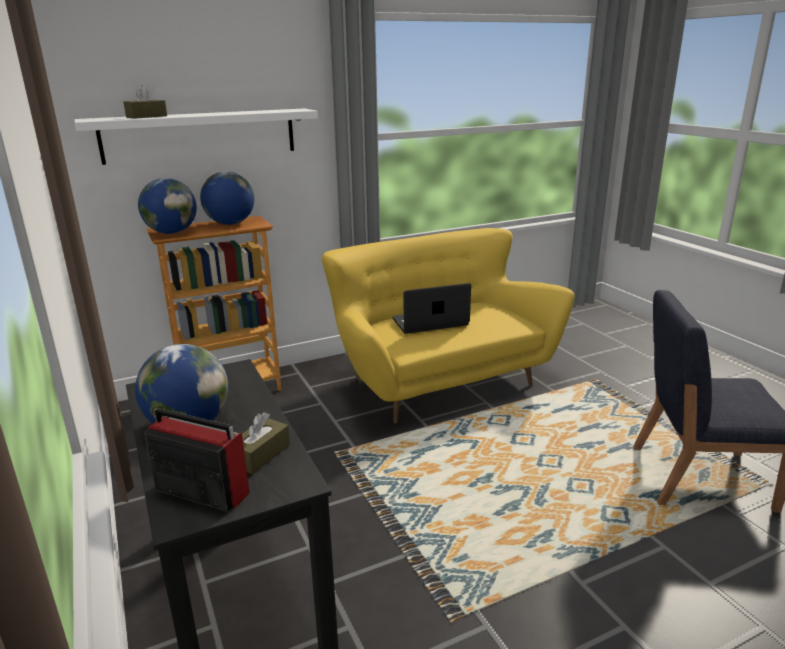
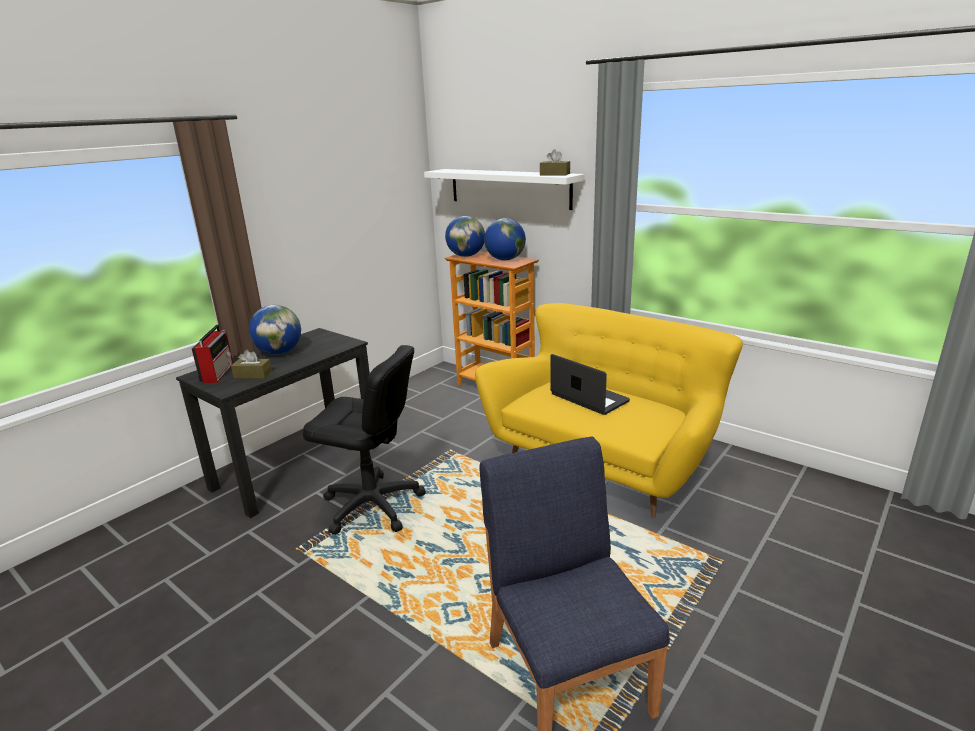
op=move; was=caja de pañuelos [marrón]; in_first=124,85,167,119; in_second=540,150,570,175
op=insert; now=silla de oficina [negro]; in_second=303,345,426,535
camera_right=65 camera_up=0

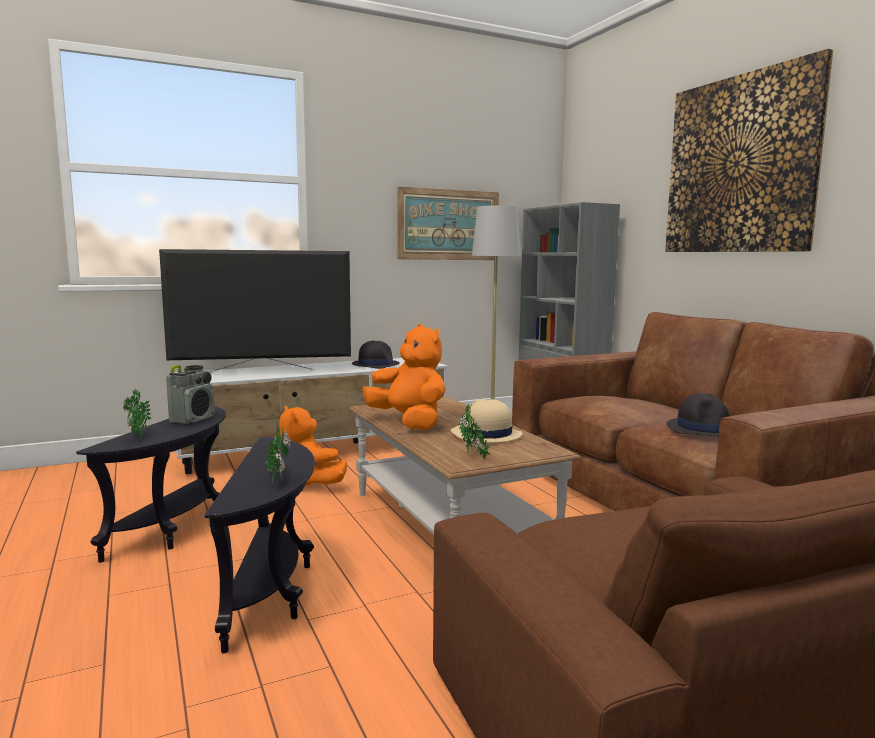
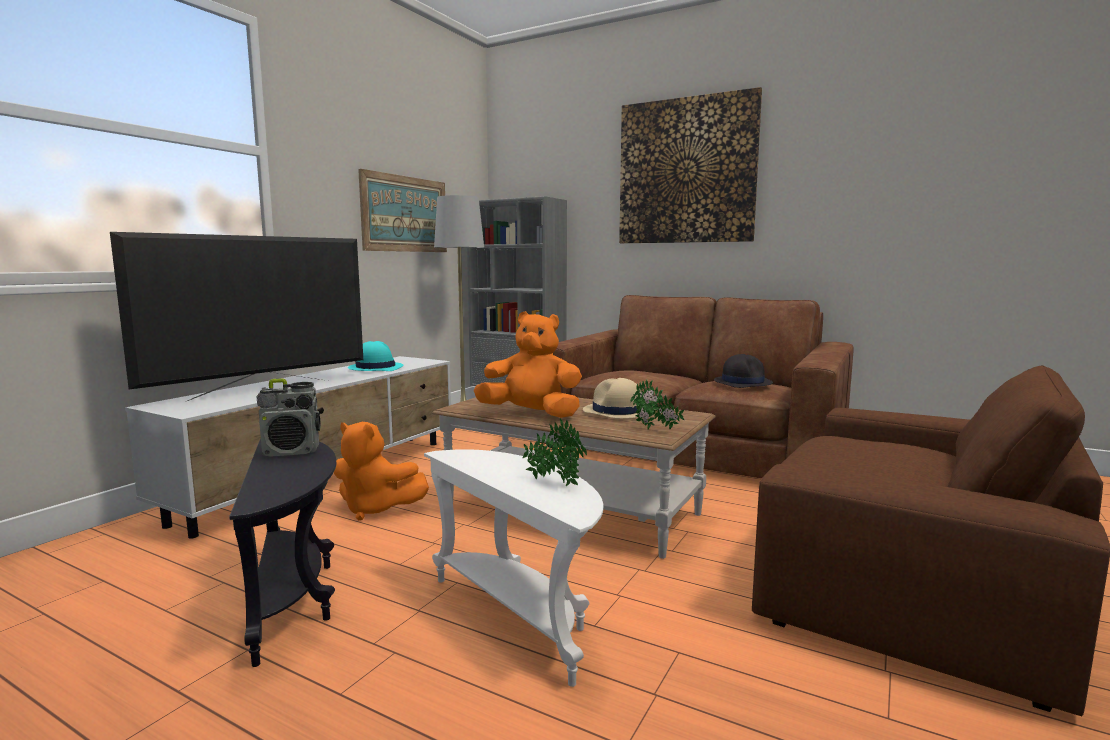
op=recolor; was=sombrero [negro]; now=sombrero [turquesa]; in_first=352,341,400,369; in_second=348,341,404,371
op=rotate; was=radio; in_first=166,365,215,424; in_second=256,378,320,457; clockwise=90
op=delete; was=planta en maceta; in_first=123,389,151,438
op=recolor; was=mesa auxiliar [negro]; now=mesa auxiliar [blanco]; in_first=204,437,315,653; in_second=424,449,603,687
camera_right=-35 camera_up=0

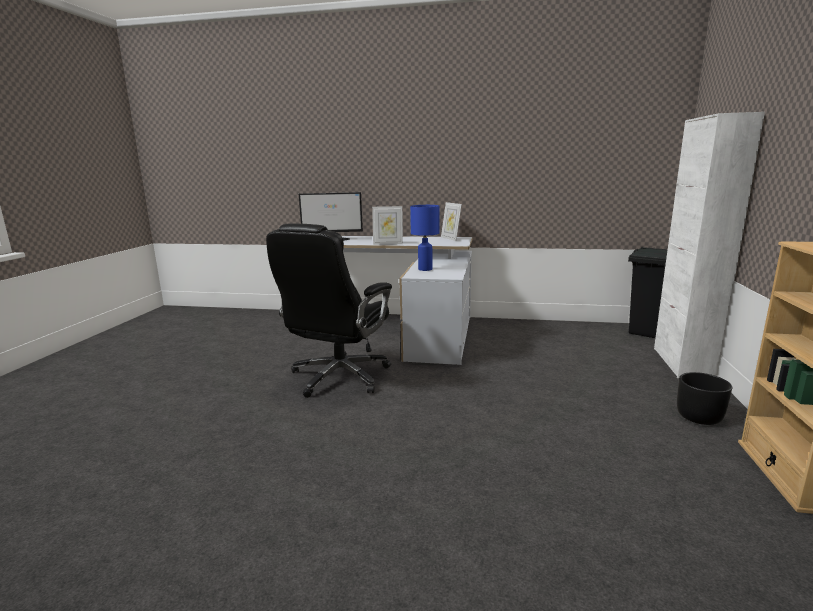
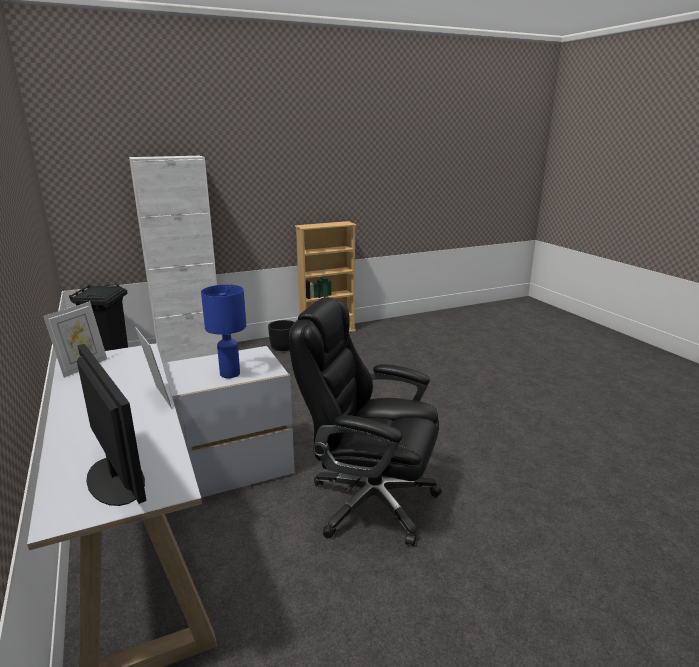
op=rotate; was=silla de oficina [negro]; in_first=266,223,392,398; in_second=289,297,442,546; clockwise=-150
camera_right=-125 camera_up=5

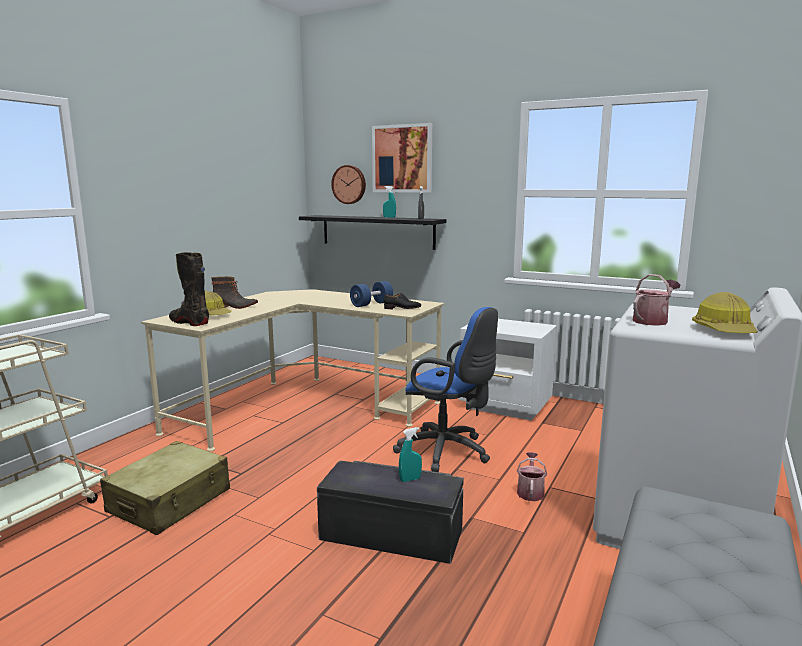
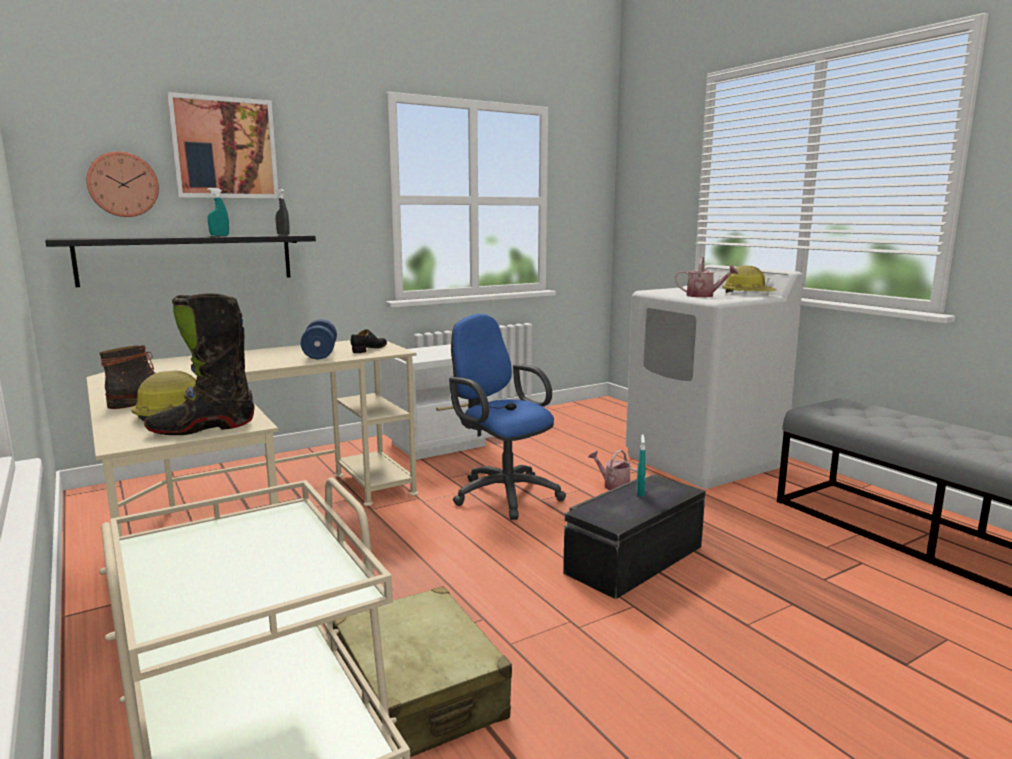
op=rotate; was=regadera; in_first=632,274,680,326; in_second=675,257,739,297; clockwise=120
op=rotate; was=silla de oficina [azul]; in_first=393,307,498,472; in_second=449,314,566,520; clockwise=-105
camera_right=-60 camera_up=0

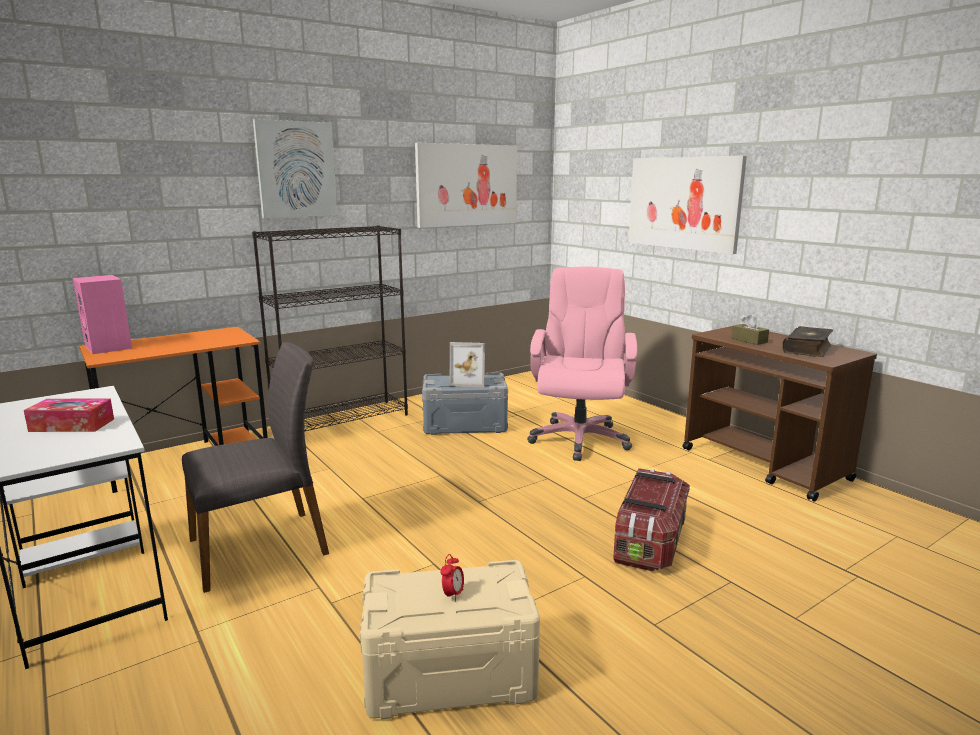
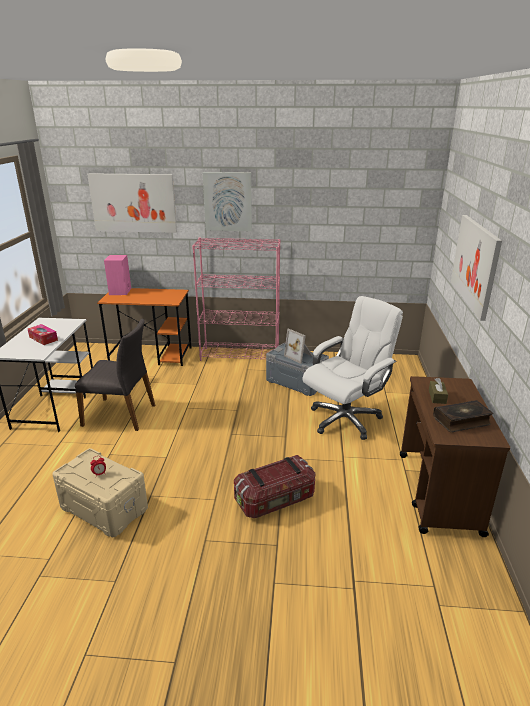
op=move; was=cuadro; in_first=415,143,517,228; in_second=87,173,177,233
op=recolor; was=estantería [negro]; now=estantería [rosa]; in_first=252,225,408,431; in_second=192,238,280,361
op=recolor; was=silla de oficina [rosa]; now=silla de oficina [blanco]; in_first=527,266,637,461; in_second=302,296,403,440
camera_right=40 camera_up=10

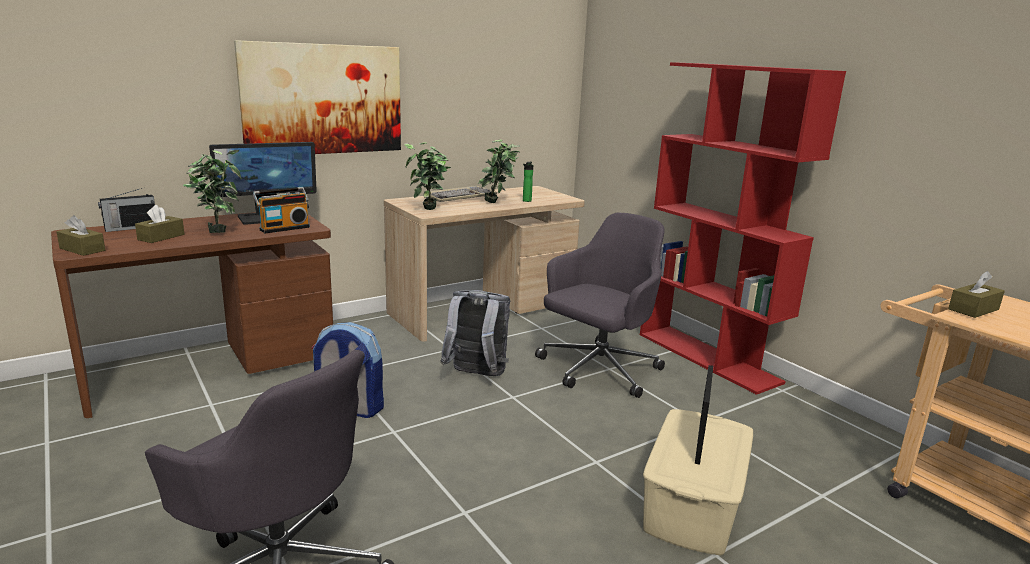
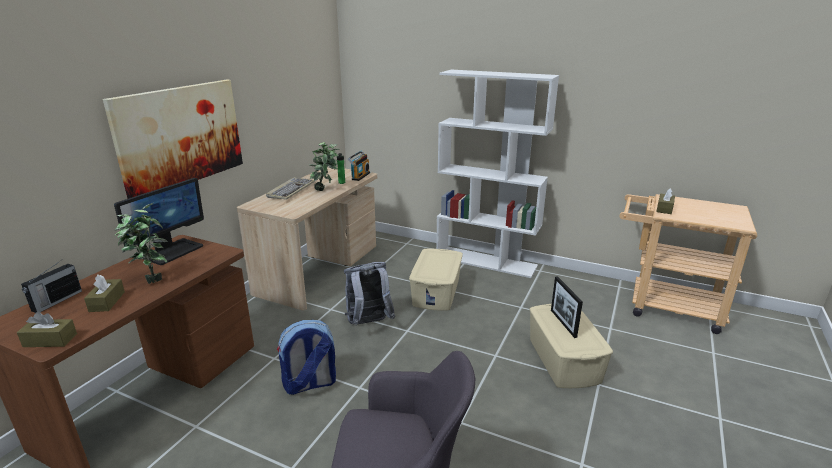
op=recolor; was=estantería [rojo]; now=estantería [blanco]; in_first=640,62,846,395; in_second=436,70,559,278
op=delete; was=planta en maceta; in_first=404,142,451,210
op=move; was=radio; in_first=253,187,310,233; in_second=348,151,370,181
op=replace; was=silla de oficina [gris]; now=caja de almacenaje [beis]; in_first=535,213,665,398; in_second=409,249,463,311
camera_right=-30 camera_up=5

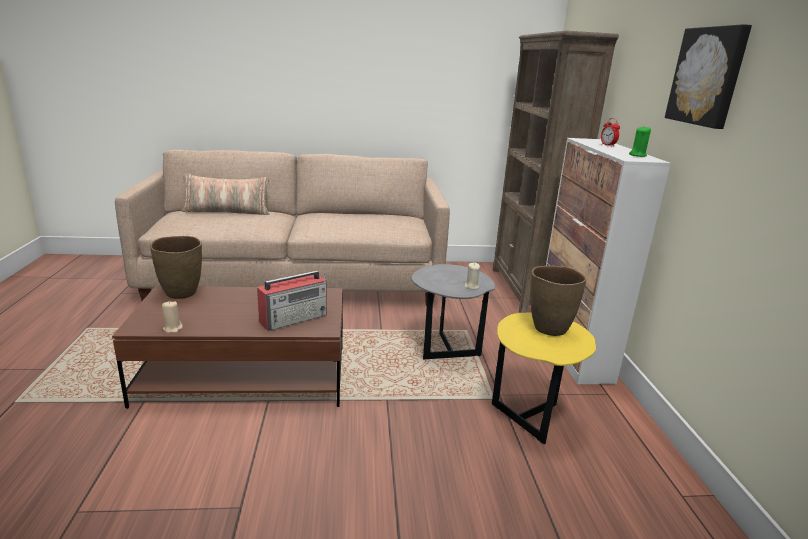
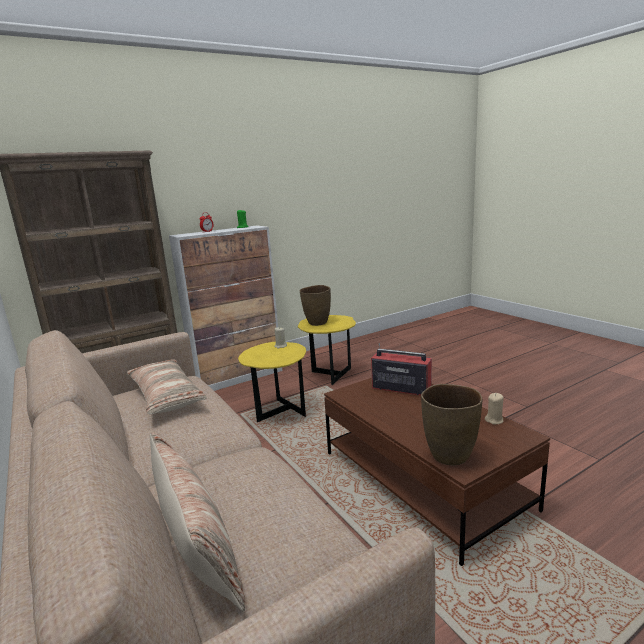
op=delete; was=cuadro; in_first=665,24,752,129
op=recolor; was=mesa auxiliar [gris]; now=mesa auxiliar [amarillo]; in_first=412,264,495,359; in_second=238,342,306,422
op=insert; now=cojín; in_second=127,359,207,414
camera_right=-115 camera_up=-5

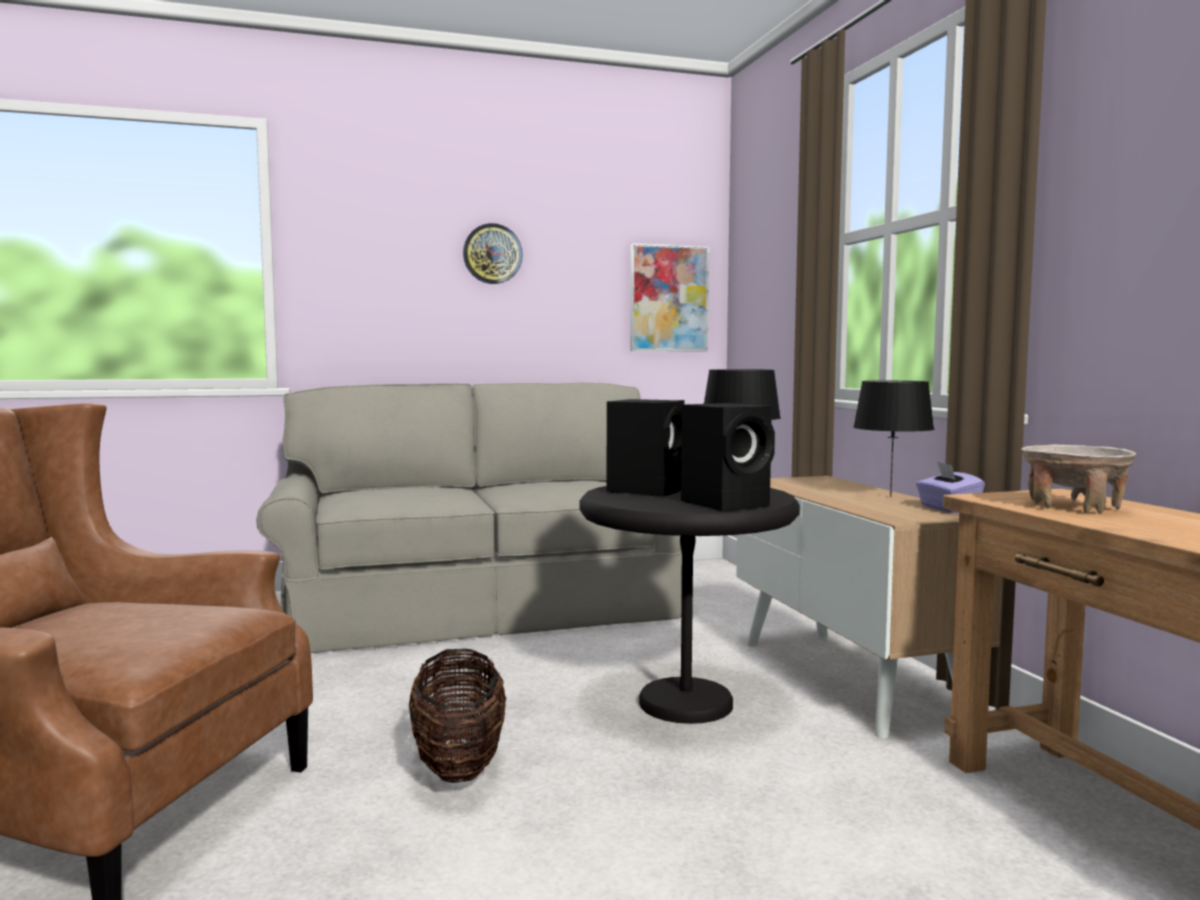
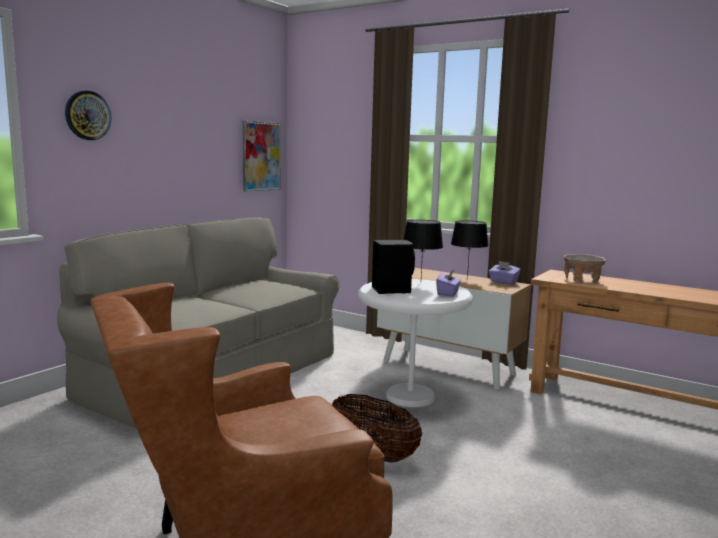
op=move; was=reloj de pared; in_first=463,223,523,284; in_second=65,90,111,140
op=replace; was=altavoz [negro]; now=caja de pañuelos [morado]; in_first=681,403,775,511; in_second=436,270,461,297
op=recolor; was=mesa auxiliar [negro]; now=mesa auxiliar [blanco]; in_first=579,486,800,724; in_second=358,279,473,407
camera_right=-40 camera_up=5

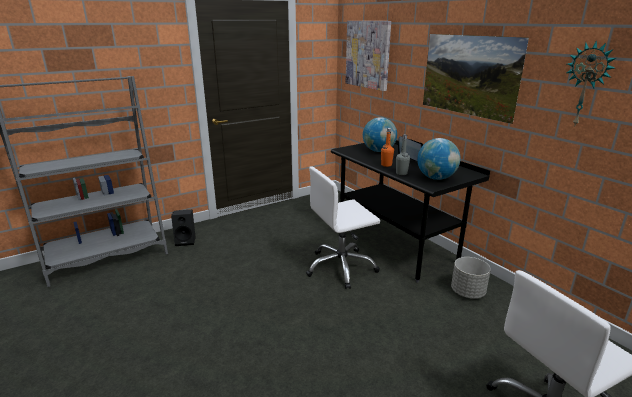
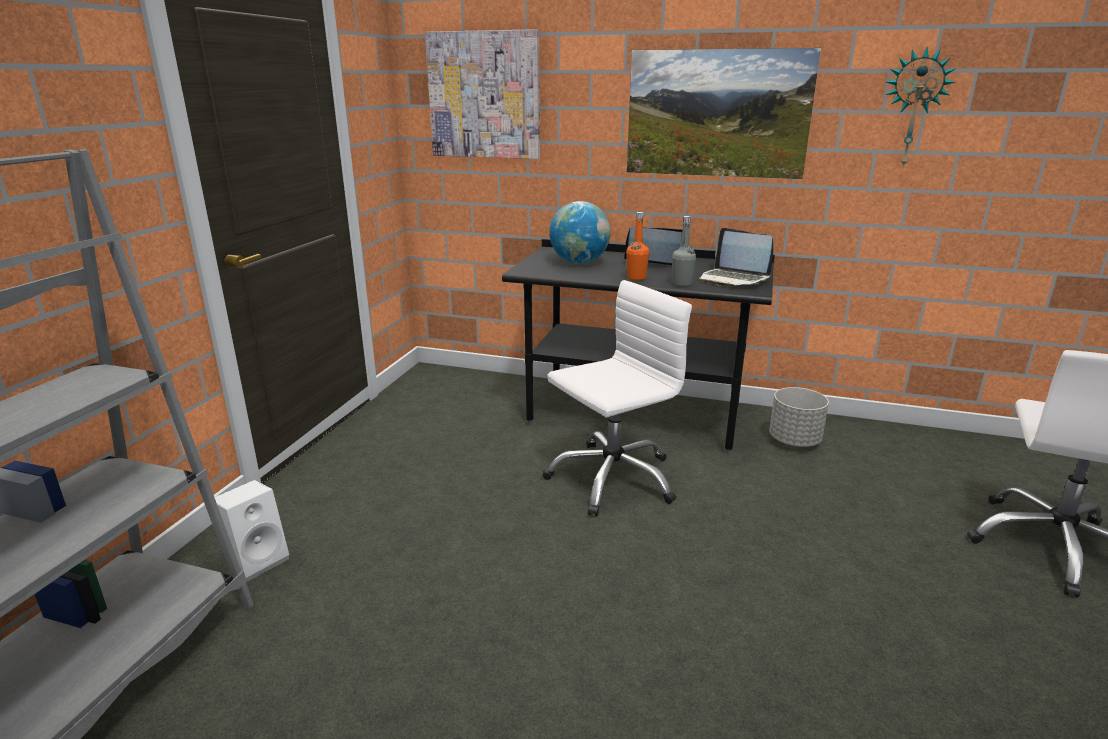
op=replace; was=globo terráqueo; now=portátil; in_first=417,138,461,180; in_second=699,228,773,287
op=rotate; was=silla de oficina [blanco]; in_first=306,166,380,289; in_second=543,280,692,517; clockwise=-150
op=recolor; was=altavoz [negro]; now=altavoz [blanco]; in_first=171,210,196,246; in_second=214,480,289,581
camera_right=-40 camera_up=0

